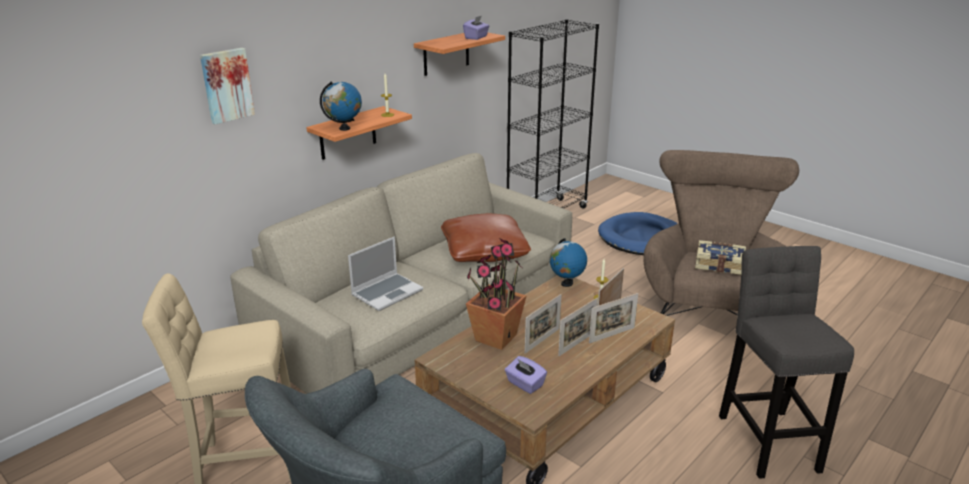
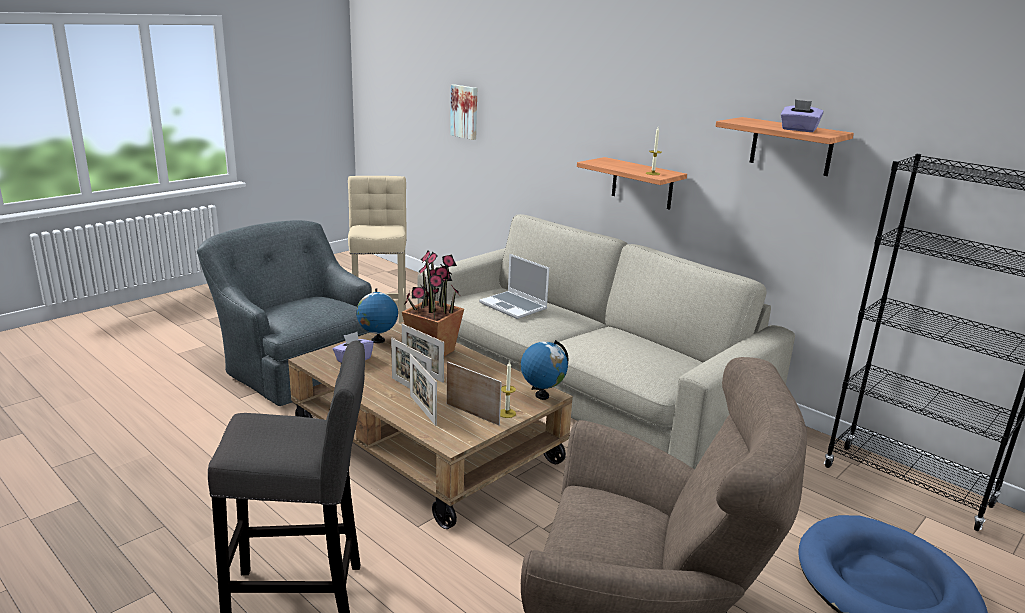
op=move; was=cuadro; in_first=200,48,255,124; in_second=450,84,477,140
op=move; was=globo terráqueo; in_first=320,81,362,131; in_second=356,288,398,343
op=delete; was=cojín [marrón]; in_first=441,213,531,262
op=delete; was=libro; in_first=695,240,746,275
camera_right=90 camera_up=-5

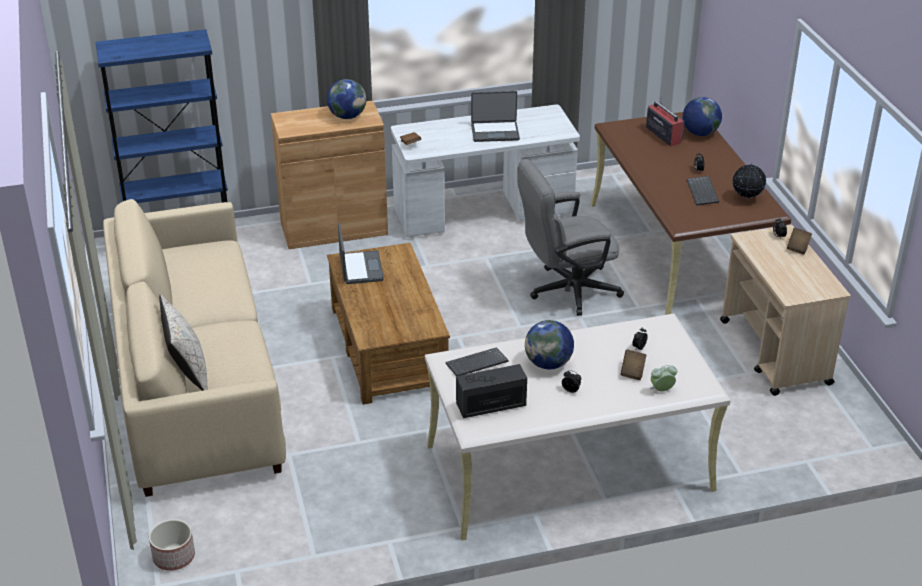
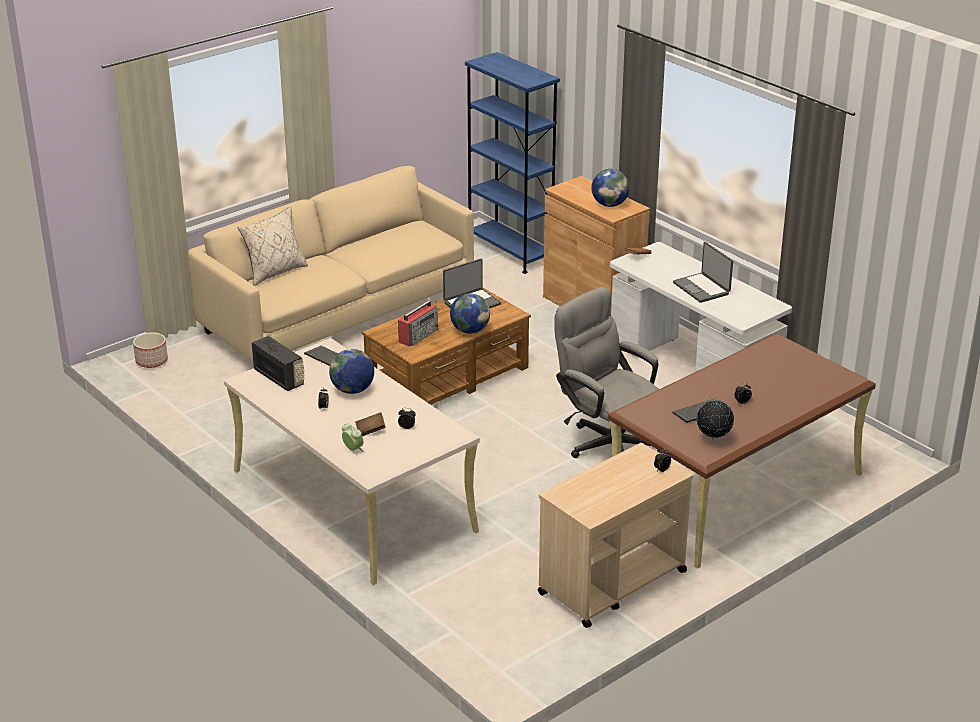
op=move; was=radio; in_first=646,97,684,147; in_second=398,301,439,347
op=move; was=globo terráqueo; in_first=683,97,722,136; in_second=450,293,490,334
op=delete; was=libro [marrón]; in_first=787,228,812,255
camera_right=65 camera_up=-5

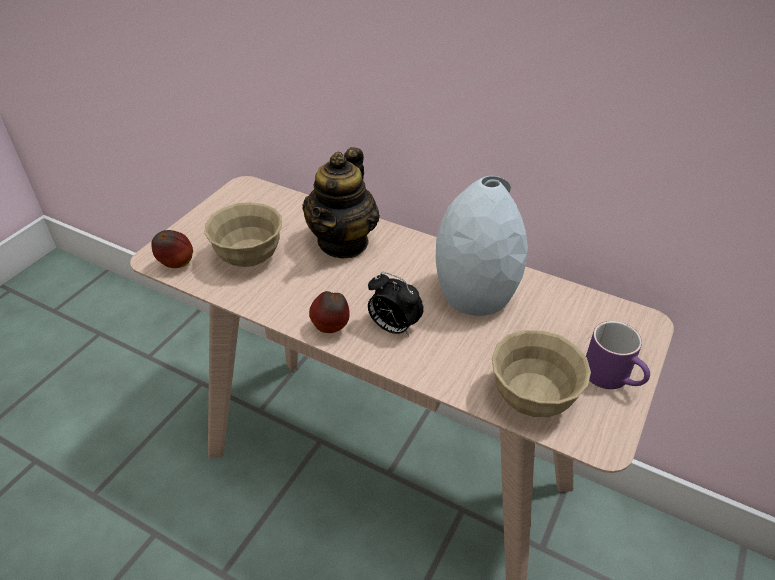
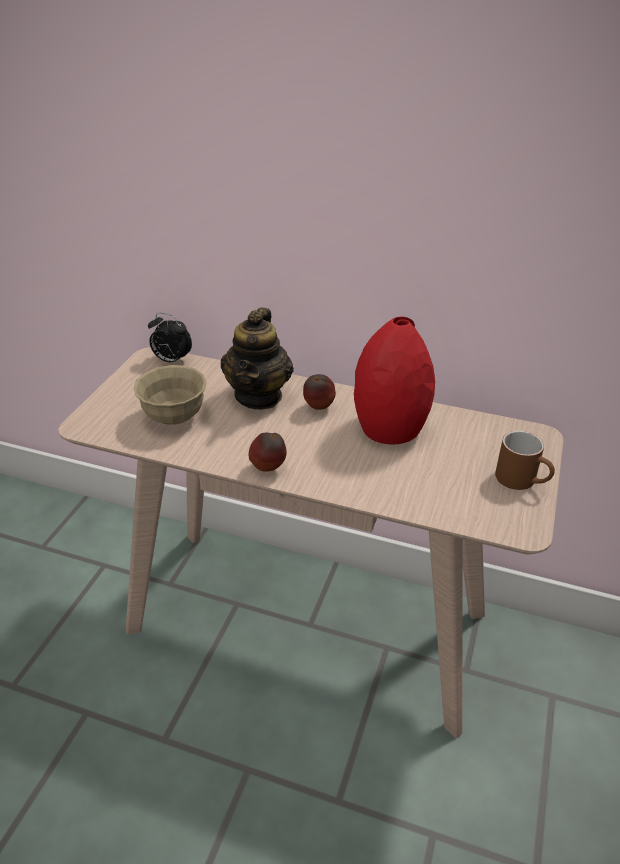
op=recolor; was=florero [gris]; now=florero [rojo]; in_first=436,176,528,316; in_second=354,316,435,445
op=move; was=manzana; in_first=151,230,193,268; in_second=303,374,336,410
op=move; was=despertador; in_first=368,272,424,336; in_second=148,313,192,365
op=recolor; was=taza grande [morado]; now=taza grande [marrón]; in_first=586,321,650,389; in_second=495,431,555,490
op=delete; was=cuenco [beis]; in_first=492,330,591,417
camera_right=-10 camera_up=-5

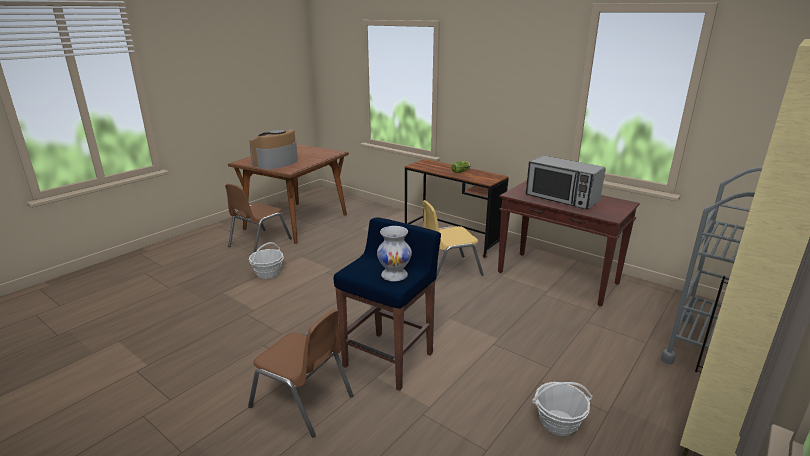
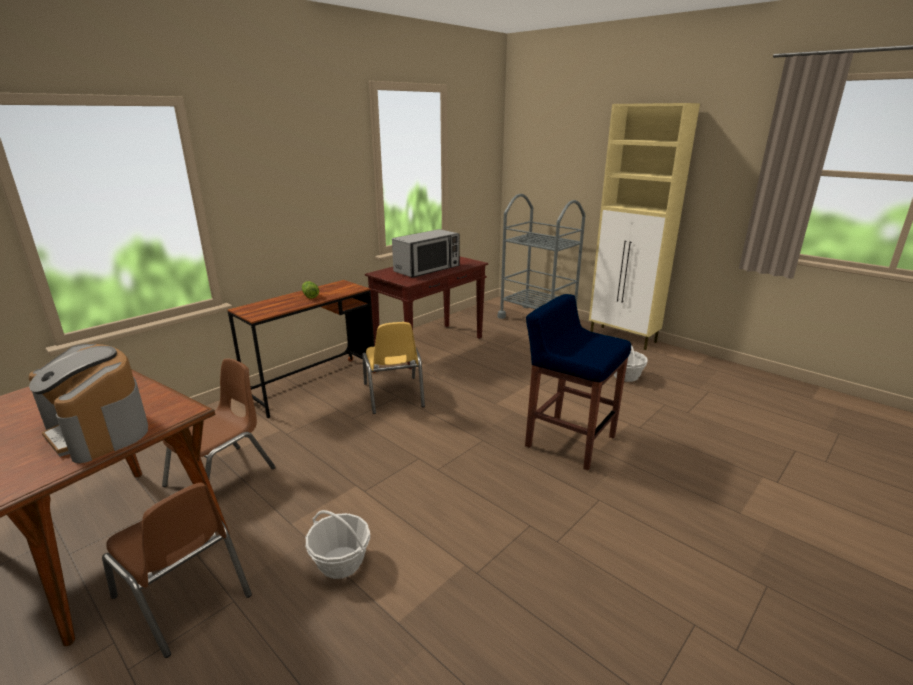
op=delete; was=florero [blanco]; in_first=377,226,412,281
op=move; was=silla [marrón]; in_first=248,309,353,437; in_second=162,358,275,487
camera_right=-85 camera_up=0

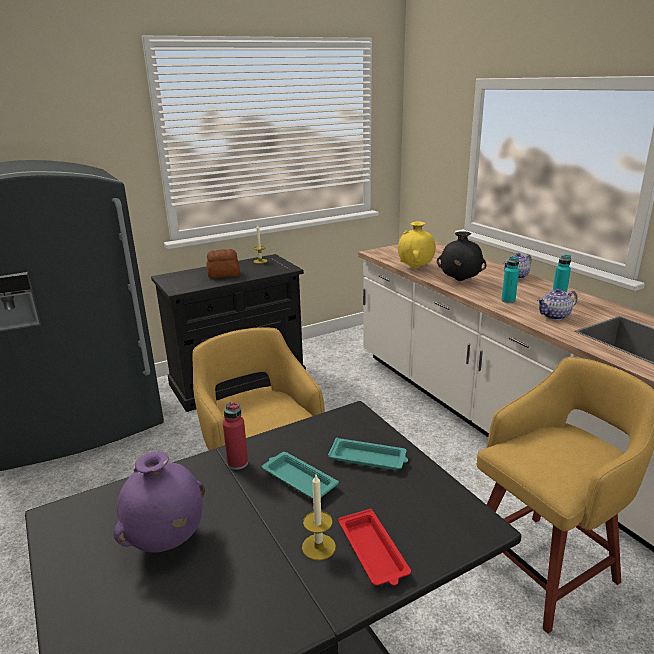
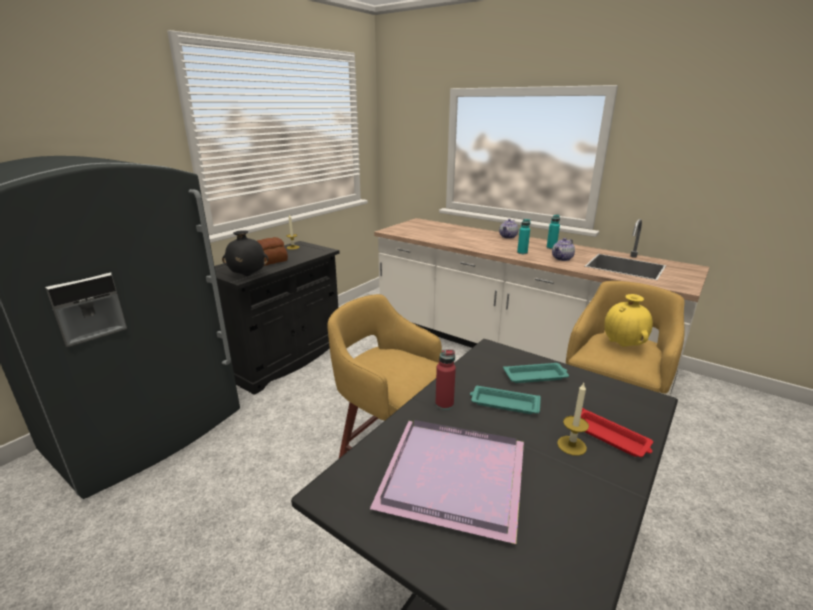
op=move; was=florero [amarillo]; in_first=398,222,436,269; in_second=604,294,653,347
op=move; was=florero [negro]; in_first=437,231,486,281; in_second=222,230,268,276
op=replace; was=florero [morado]; now=bandeja [morado]; in_first=113,452,205,553; in_second=370,420,524,544
camera_right=-25 camera_up=0

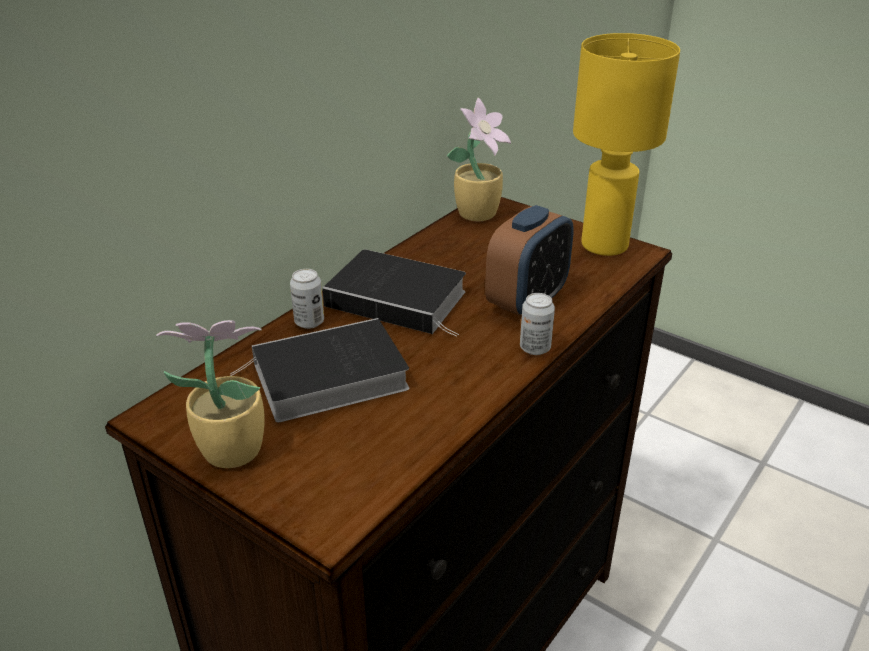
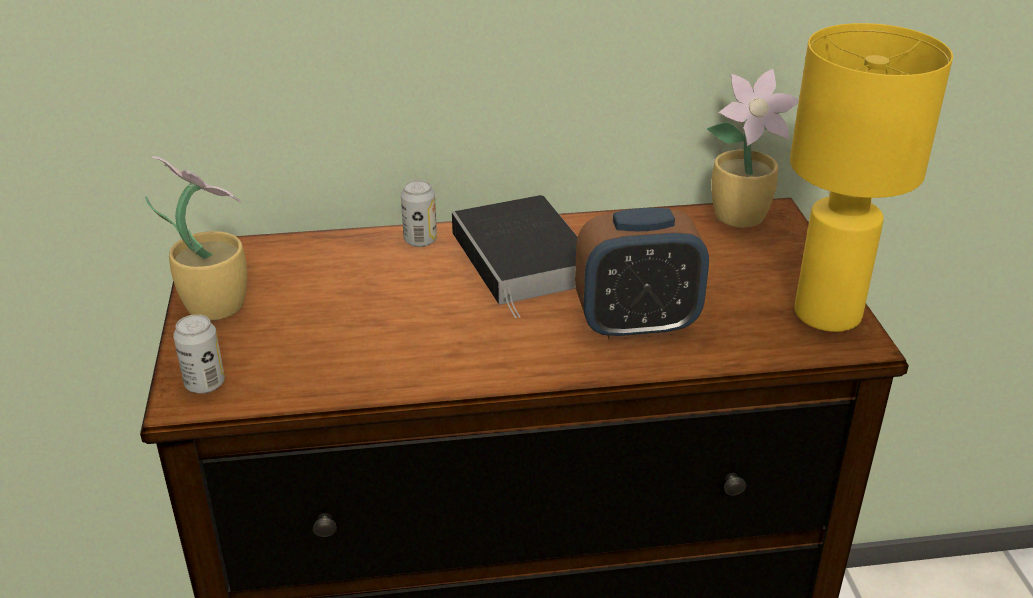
op=move; was=lata; in_first=520,293,555,355; in_second=173,314,225,394
op=delete; was=libro; in_first=230,318,410,422
camera_right=45 camera_up=0

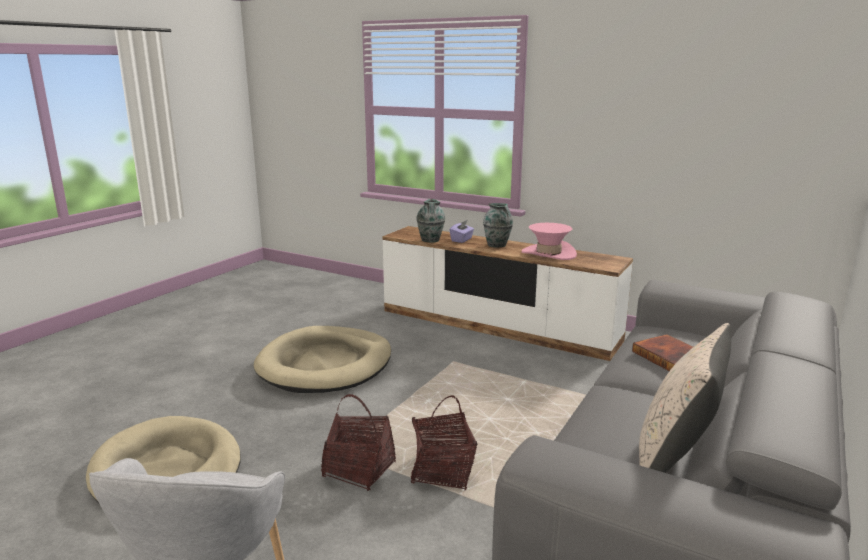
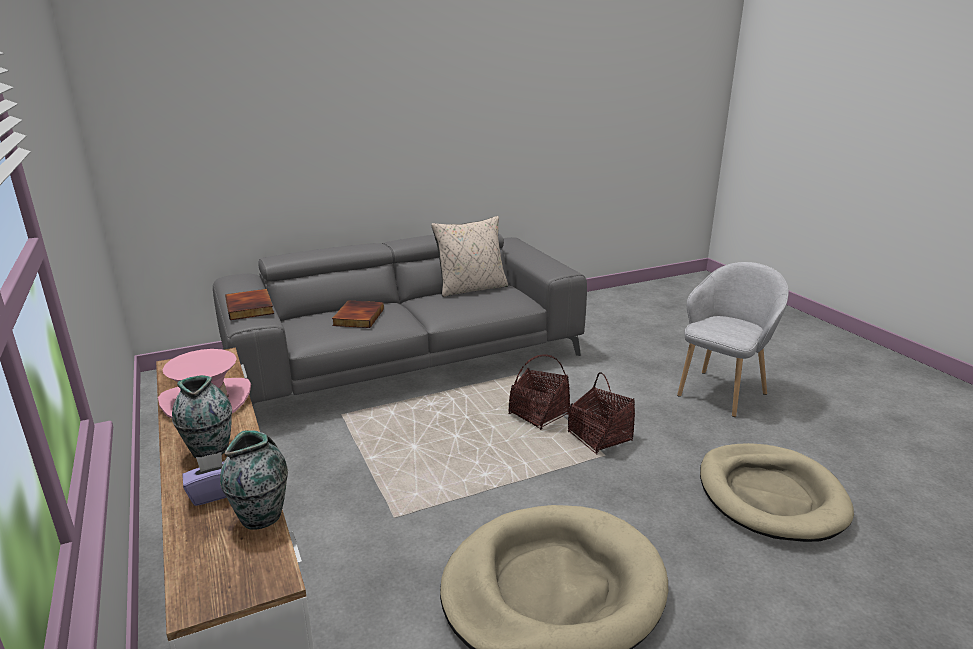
op=insert; now=libro; in_second=225,289,274,320
camera_right=-145 camera_up=5

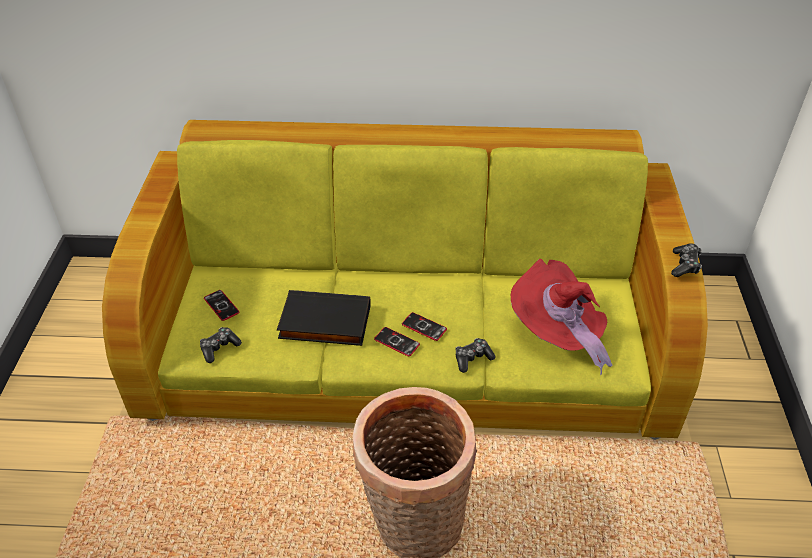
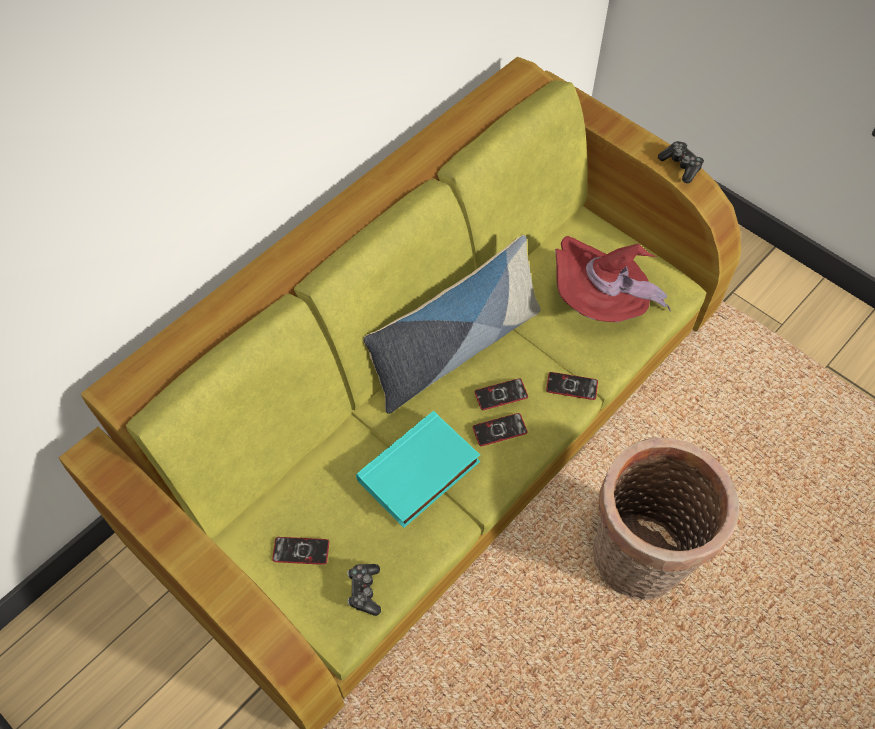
op=recolor; was=libro [negro]; now=libro [turquesa]; in_first=277,290,371,346; in_second=356,411,480,528
op=replace; was=mando de consola; now=móvil; in_first=456,338,496,373; in_second=546,372,598,400
op=insert; now=cojín; in_second=363,235,540,414
camera_right=-50 camera_up=15

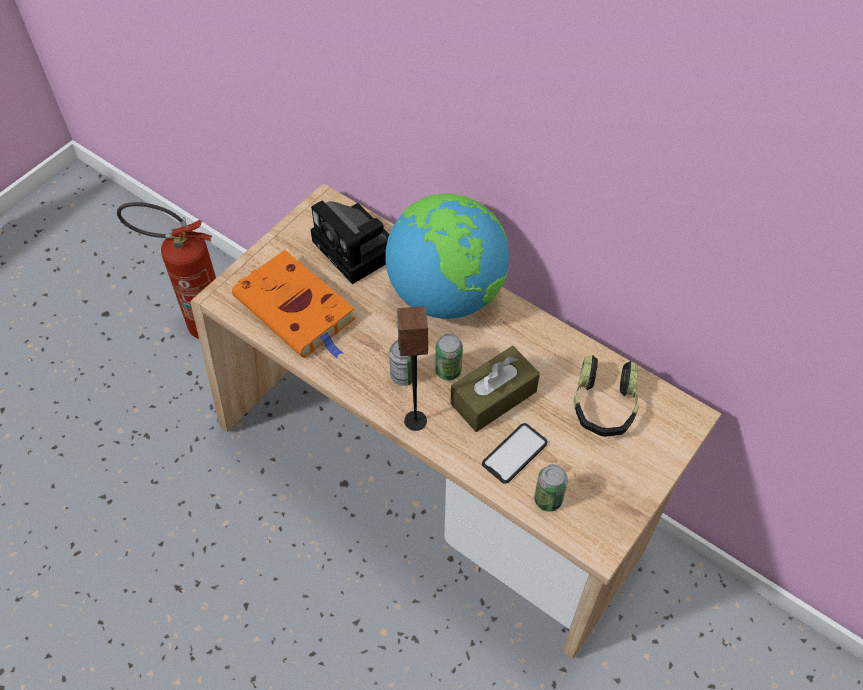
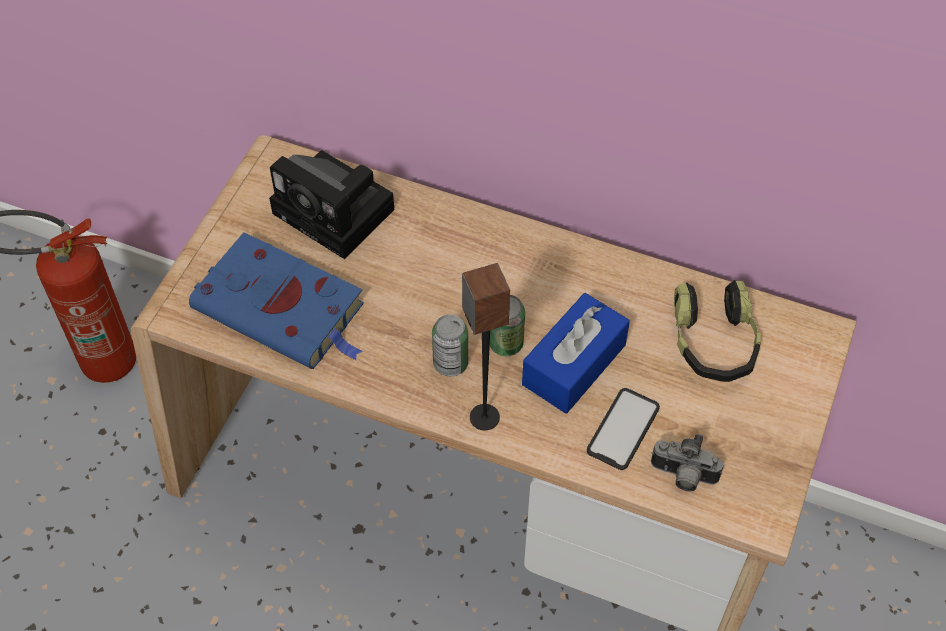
op=delete; was=globo terráqueo; in_first=385,193,509,319
op=recolor; was=libro [naranja]; now=libro [azul]; in_first=232,250,356,358; in_second=189,232,364,369
op=recolor; was=caja de pañuelos [marrón]; now=caja de pañuelos [azul]; in_first=450,346,540,432; in_second=522,293,630,414
op=replace; was=lata; now=cámara; in_first=534,464,568,512; in_second=651,434,723,492
camera_right=-15 camera_up=0

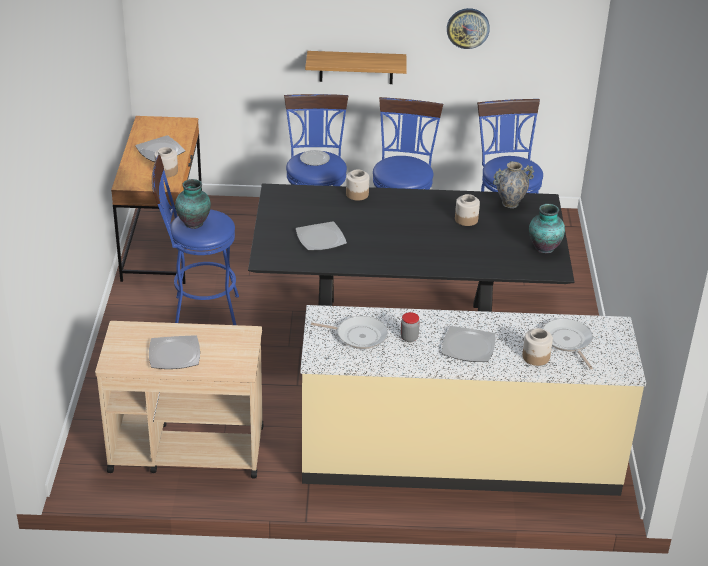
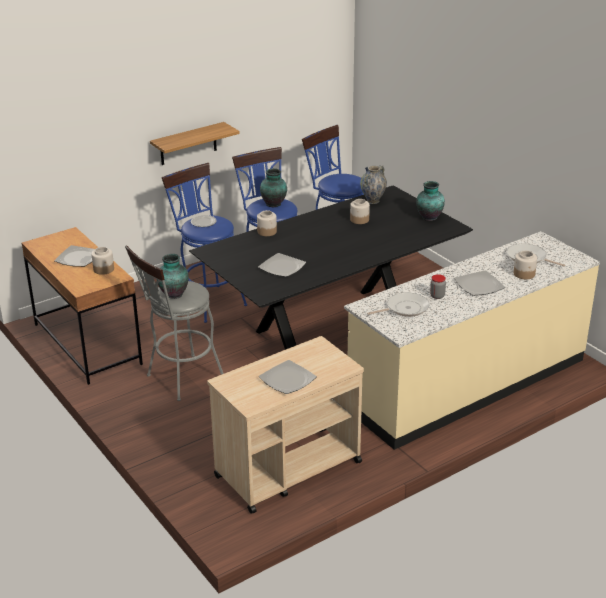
op=delete; was=reloj de pared; in_first=447,8,490,49
op=recolor; was=taburete [azul]; now=taburete [gris]; in_first=152,155,239,325; in_second=125,246,224,401
op=insert; now=florero; in_second=260,168,287,207
camera_right=-35 camera_up=-5

